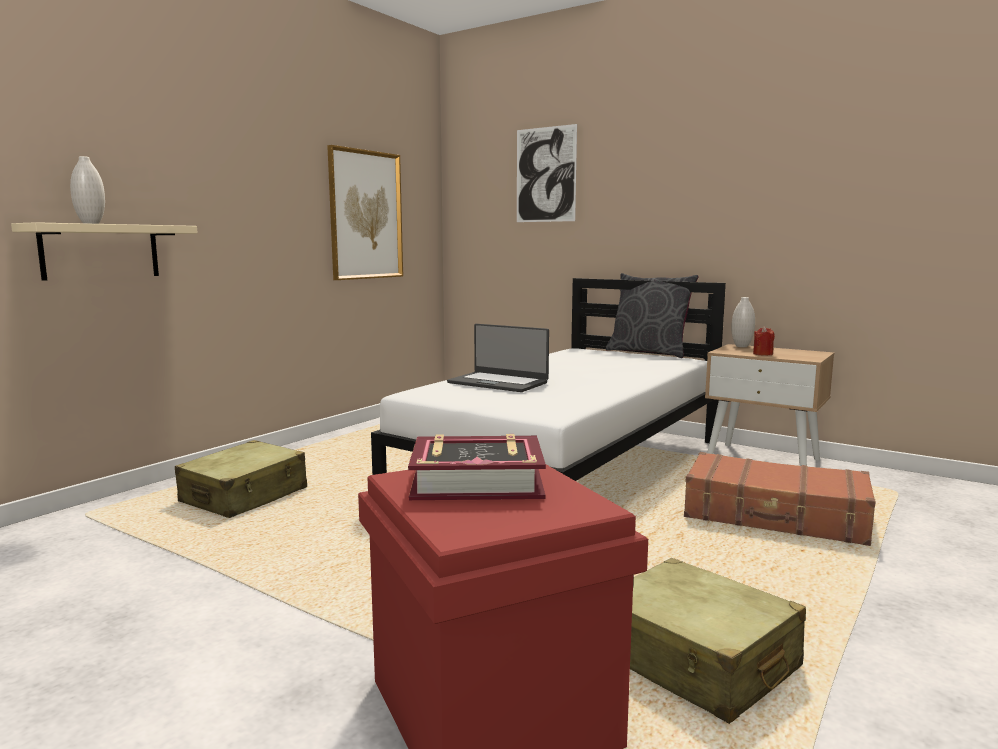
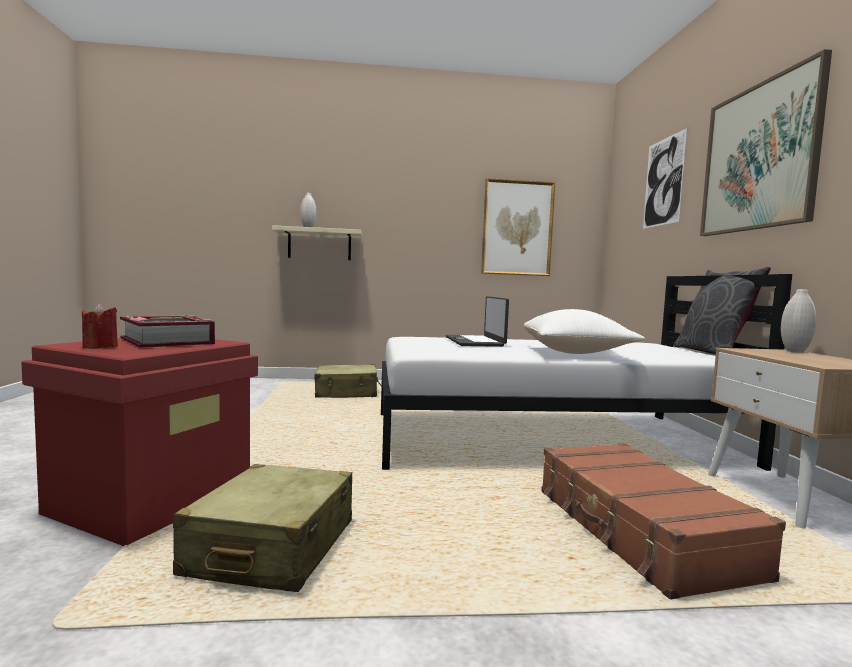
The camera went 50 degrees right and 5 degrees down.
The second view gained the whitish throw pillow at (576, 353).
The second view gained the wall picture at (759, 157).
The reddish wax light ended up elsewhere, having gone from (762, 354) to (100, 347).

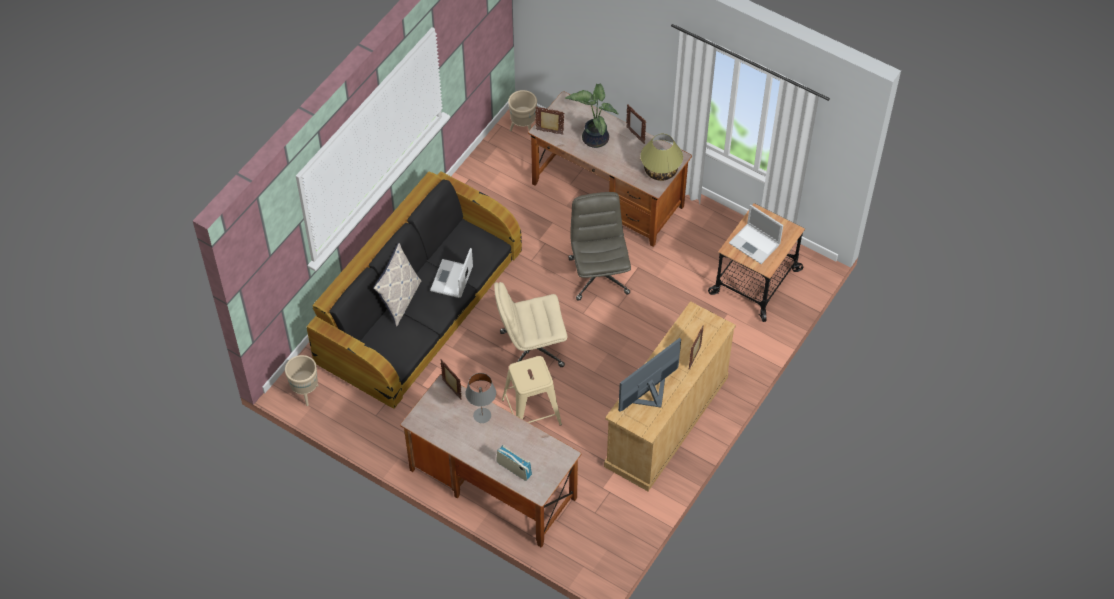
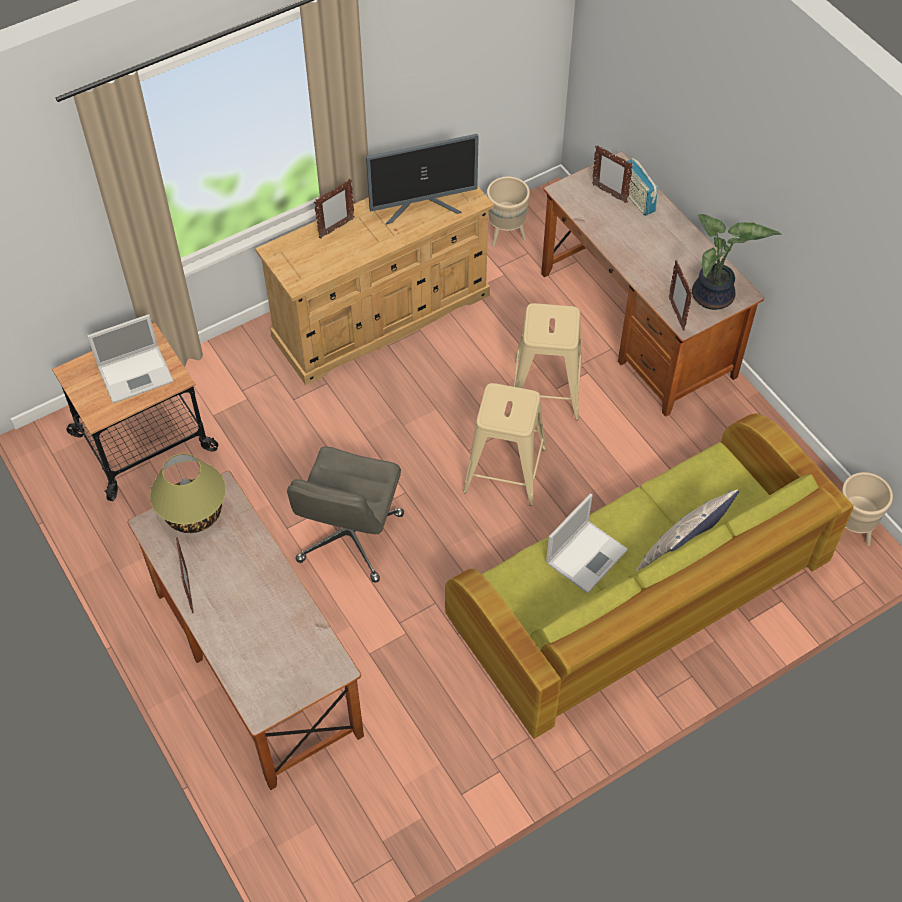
The camera went 155 degrees left and 0 degrees up.
The second view lost the grey tabletop lamp at (481, 415).
The sand-coloured flower pot ended up elsewhere, having gone from (523, 129) to (506, 235).
The photo frame ended up elsewhere, having gone from (549, 132) to (609, 193).
The houseplant ended up elsewhere, having gone from (594, 138) to (714, 298).
Where the sand-coloured computer chair stood at (531, 349), the sand-coloured sitting stool came to stand at (504, 470).
What was the black sofa at (419, 308) turned into the greenish sofa at (639, 594).
The notebook computer at (755, 244) ended up facing another way, 90 degrees clockwise from before.

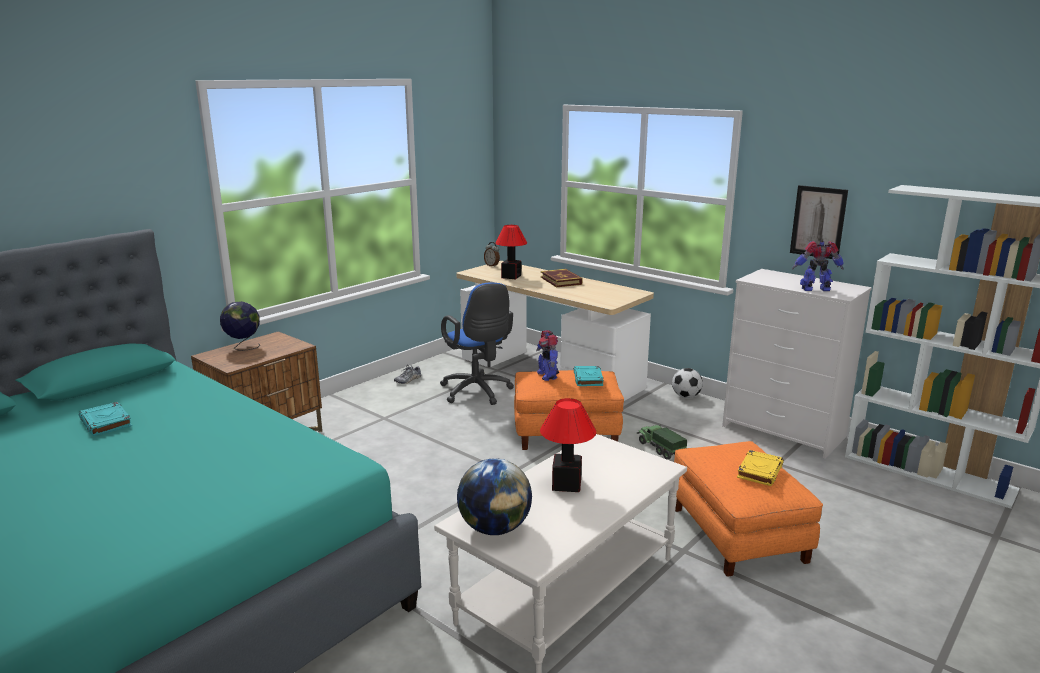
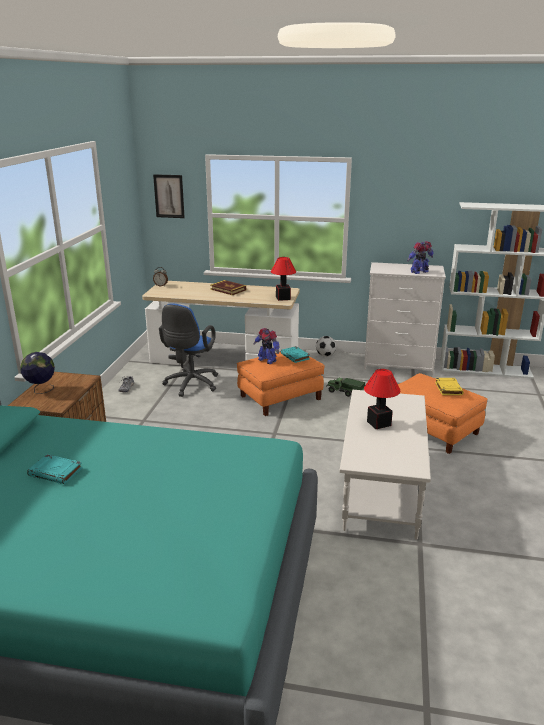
The camera went 30 degrees left and 5 degrees up.
The second view lost the world globe at (495, 528).
The tabletop lamp ended up elsewhere, having gone from (511, 277) to (283, 298).
The wall picture ended up elsewhere, having gone from (818, 222) to (169, 196).
The blue computer chair at (477, 393) ended up facing another way, 75 degrees clockwise from before.

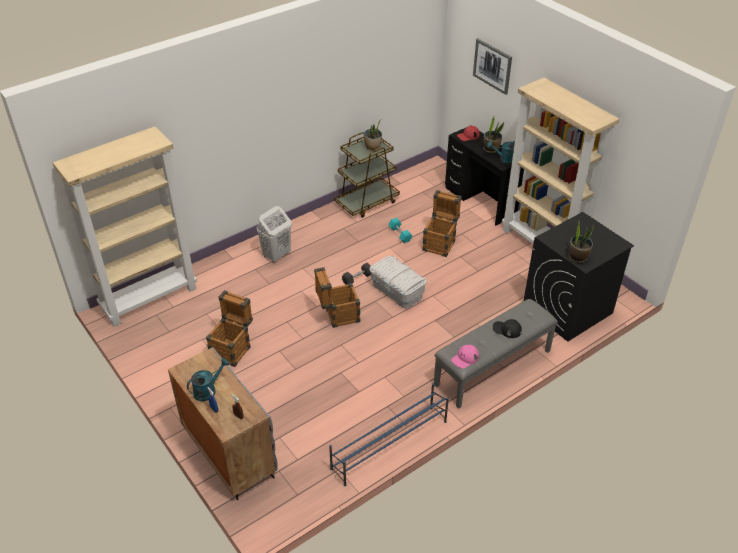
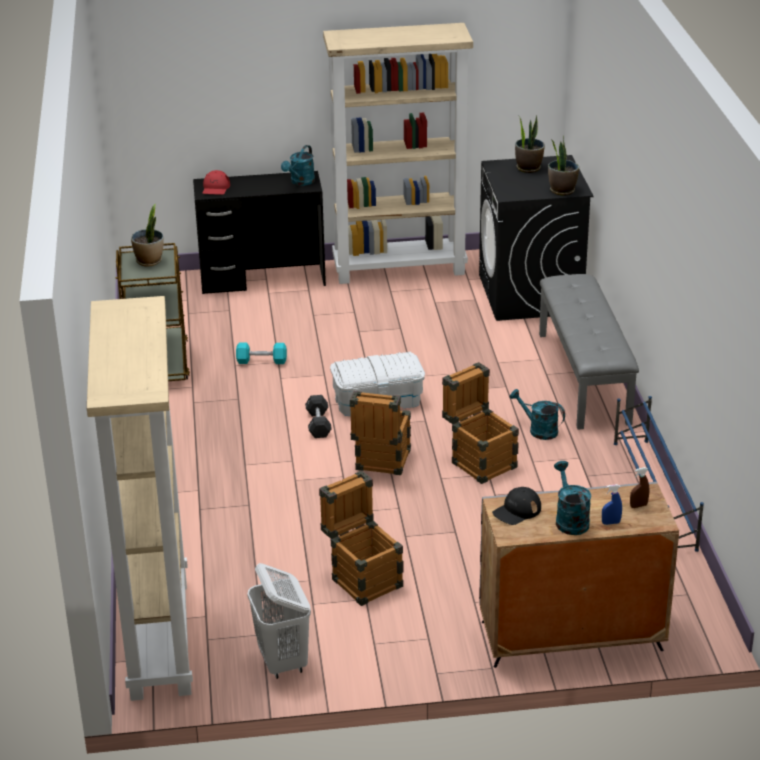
The camera went 60 degrees left and 10 degrees down.
The second view lost the pinkish peaked cap at (465, 358).
The second view lost the wall picture at (492, 66).
The second view gained the blue-green sprinkling can at (538, 430).
The whitish laundry basket ended up elsewhere, having gone from (276, 255) to (283, 662).
The packing crate ended up elsewhere, having gone from (440, 243) to (479, 461).
The houseplant ended up elsewhere, having gone from (491, 149) to (528, 168).
The black peaked cap ended up elsewhere, having gone from (507, 329) to (517, 511).

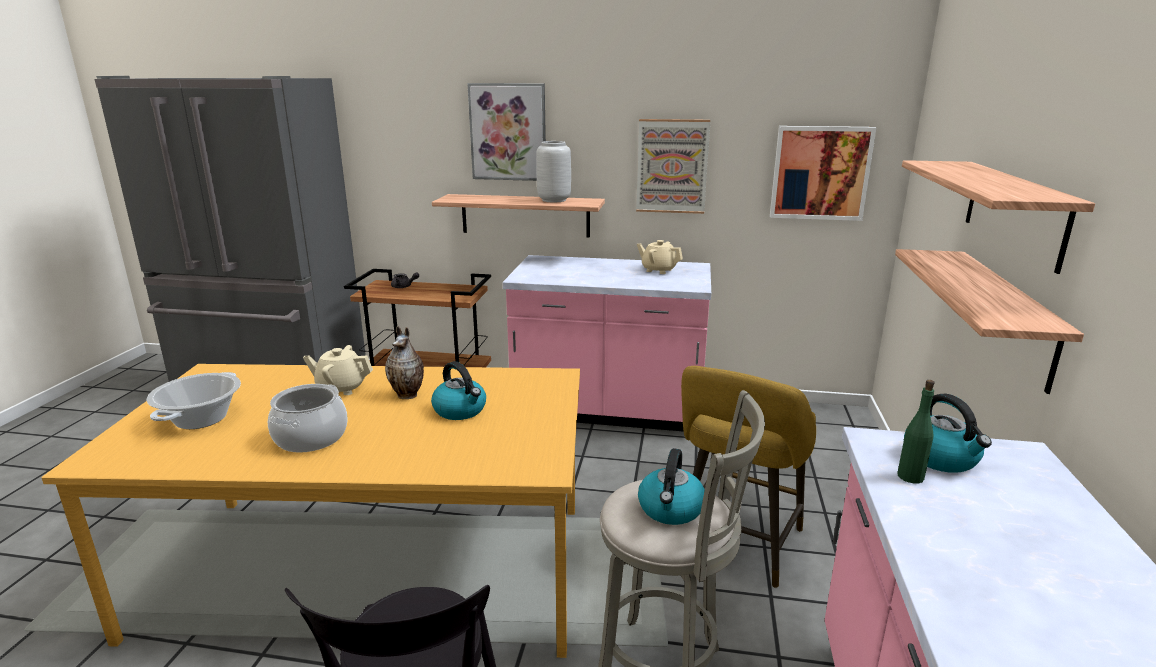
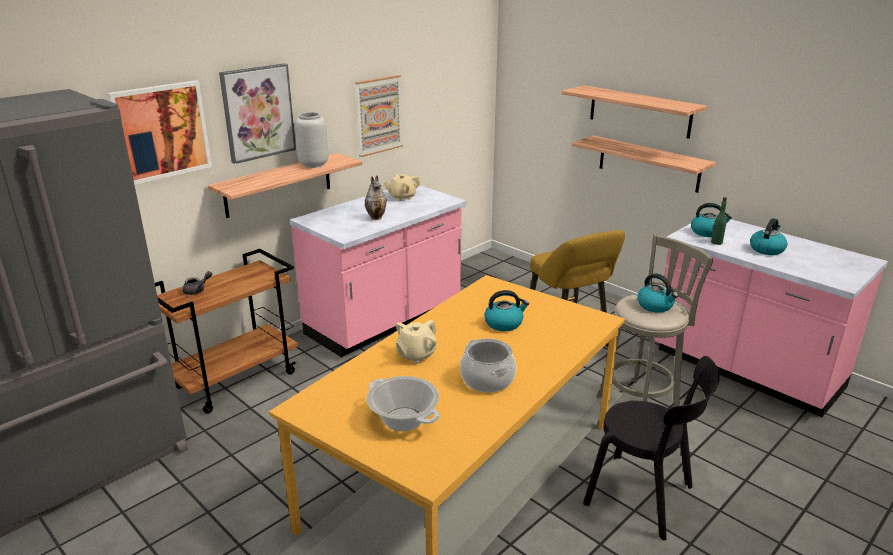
The camera went 55 degrees left and 5 degrees up.
The second view gained the water kettle at (766, 249).
The decorative vase ended up elsewhere, having gone from (408, 395) to (376, 217).
The wall picture ended up elsewhere, having gone from (820, 173) to (161, 131).

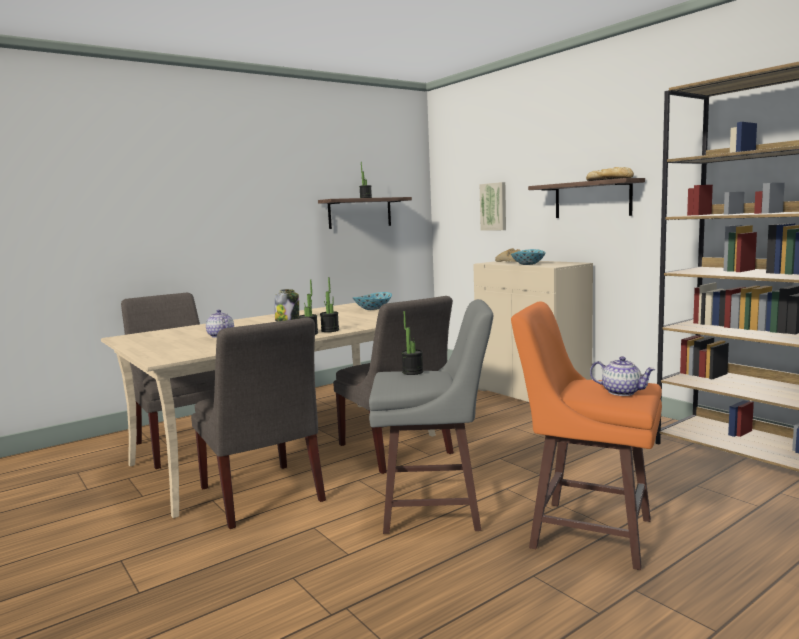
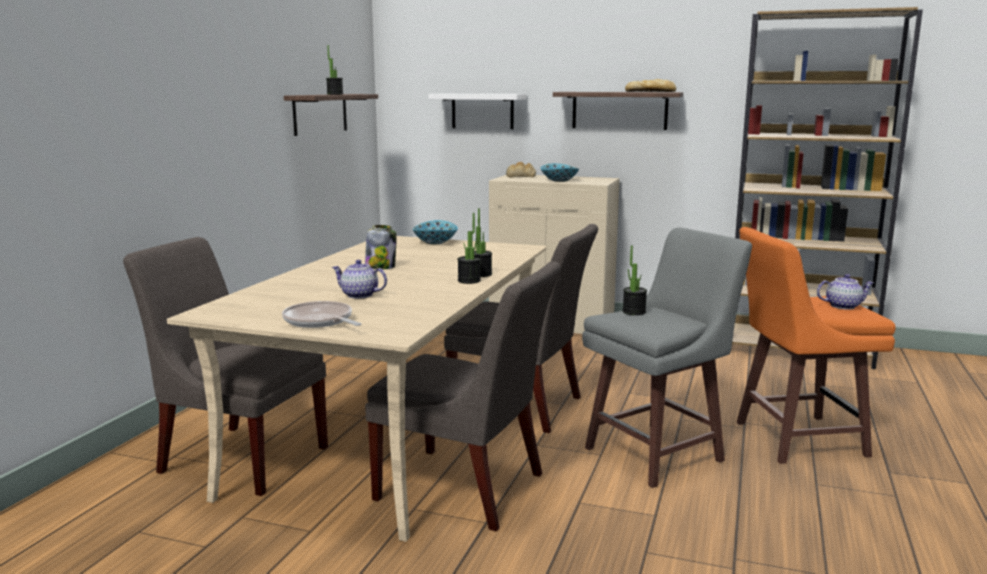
The camera went 35 degrees left and 5 degrees up.
The second view gained the frying pan at (320, 321).
Where the wall picture hung at (494, 206), the whitish wall shelf came to hang at (482, 111).

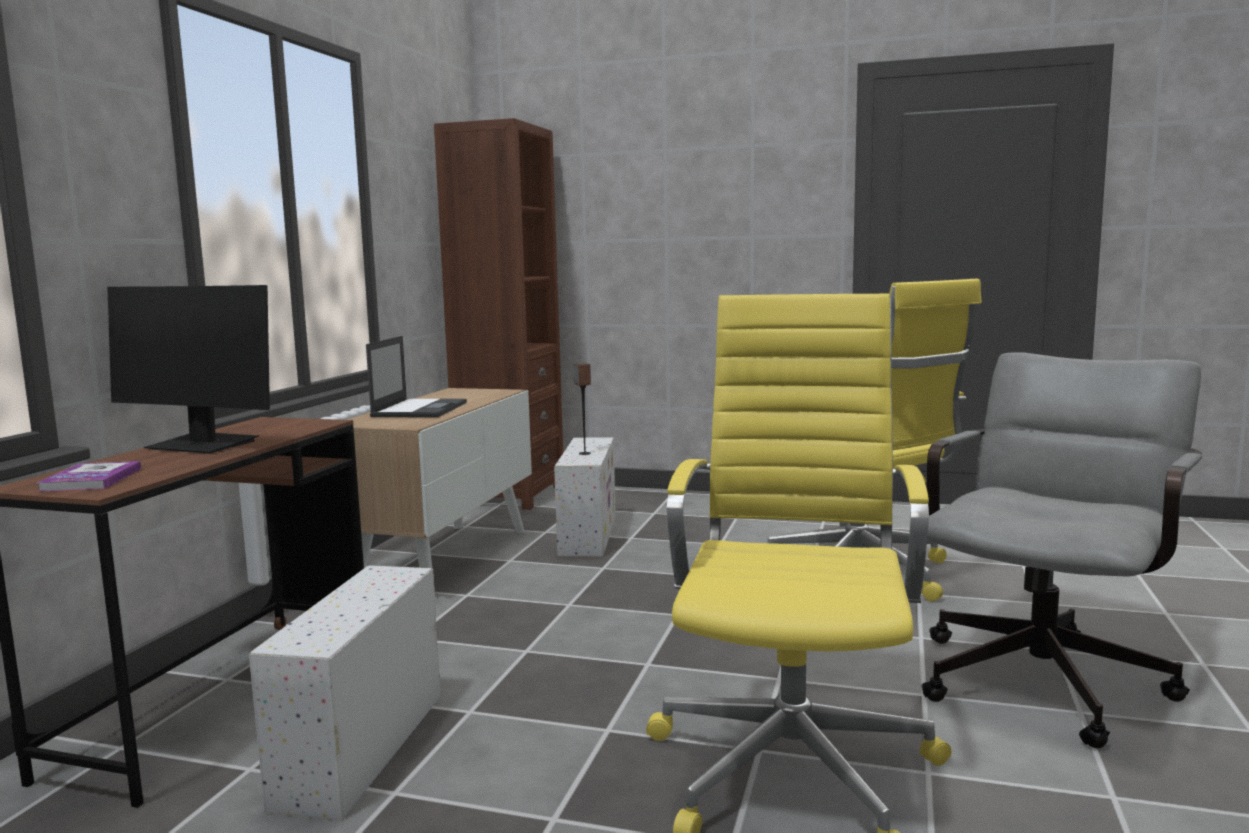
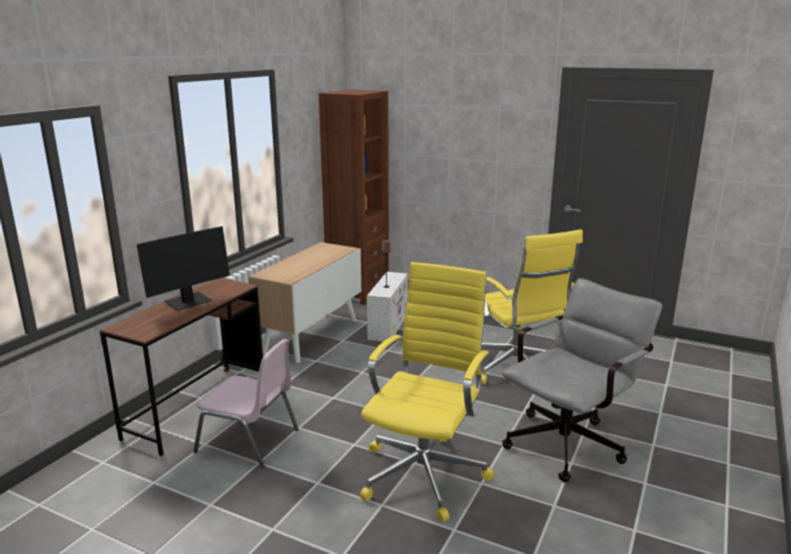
The camera went 10 degrees right and 10 degrees up.
The second view lost the book at (91, 479).
The second view lost the notebook computer at (420, 409).
Where the whitish storage container stood at (361, 750), the pinkish chair came to stand at (249, 441).
The monitor at (203, 445) ended up facing another way, 75 degrees counterclockwise from before.

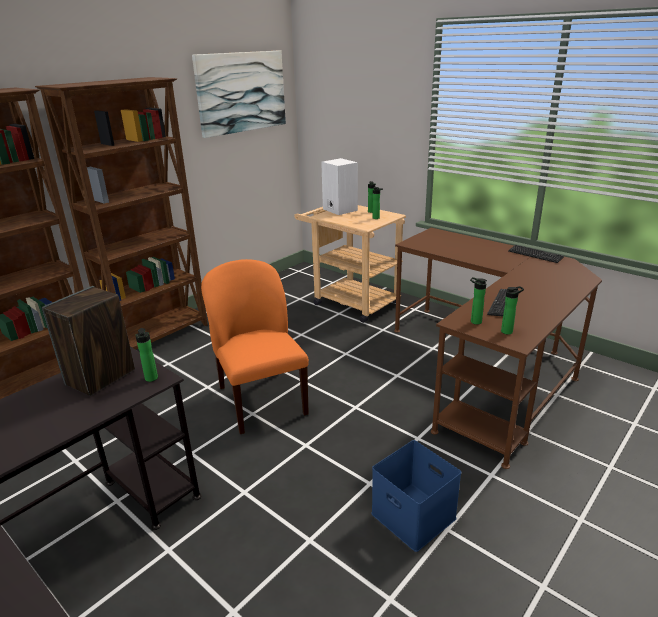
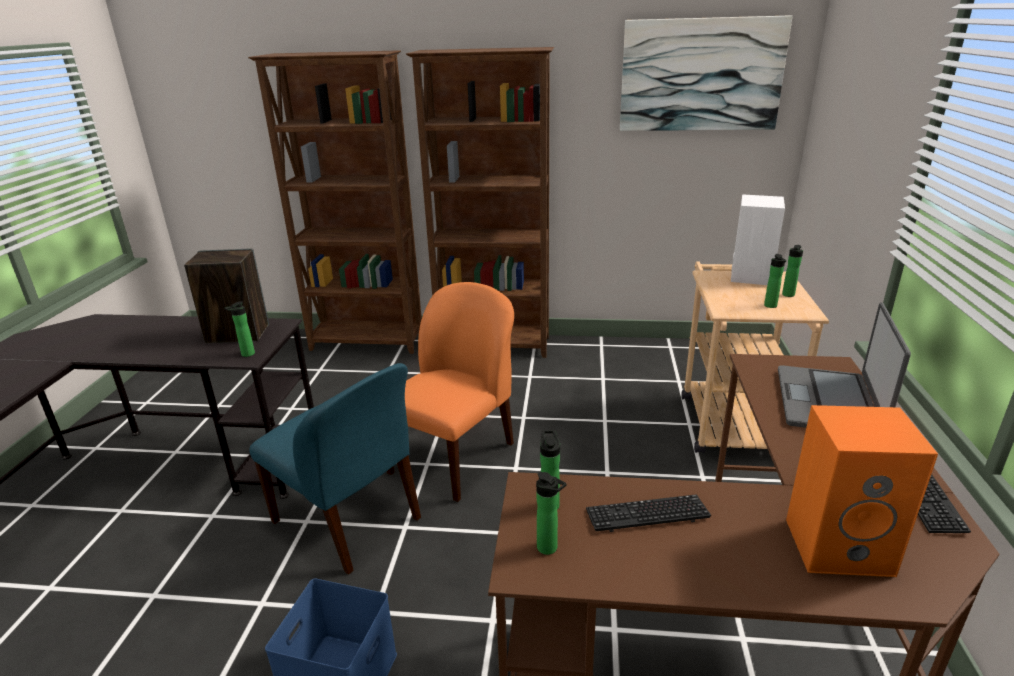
The camera went 55 degrees right and 0 degrees up.
The second view gained the blue chair at (349, 521).
The second view gained the notebook computer at (829, 402).
The second view gained the orange-coloured speaker at (840, 545).

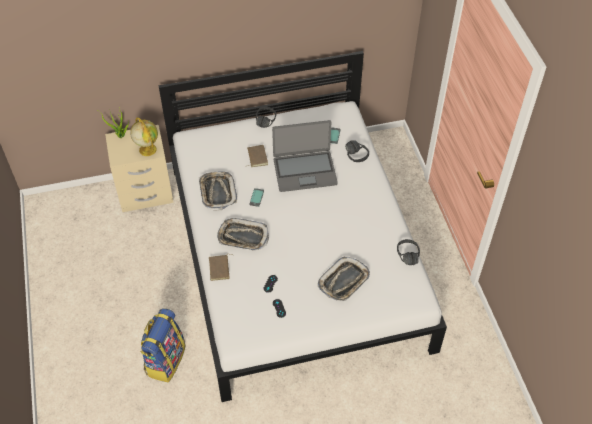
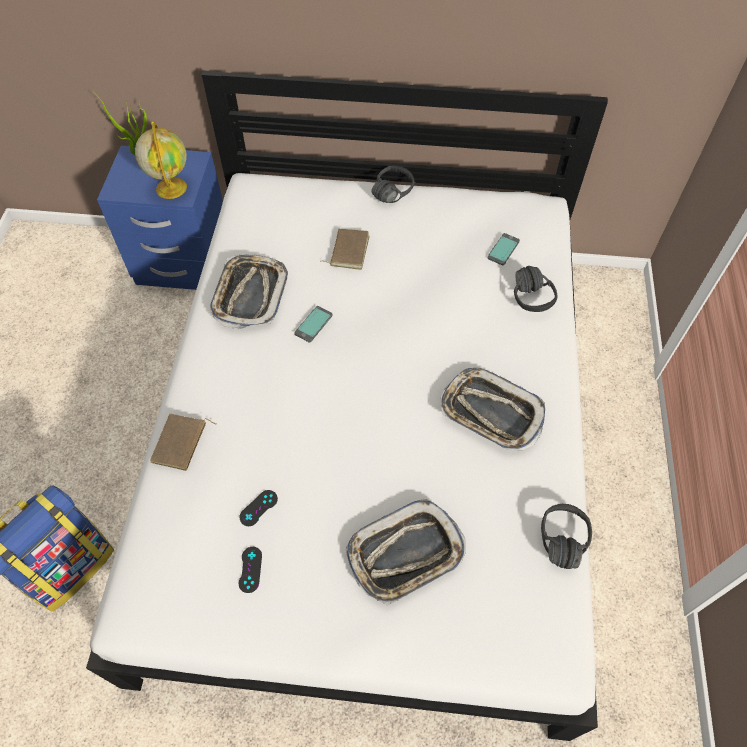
The camera went 20 degrees right and 5 degrees up.
The second view lost the notebook computer at (304, 171).
The serving tray ended up elsewhere, having gone from (243, 237) to (491, 413).
What was the sand-coloured nightstand at (145, 192) turned into the blue nightstand at (184, 263).

